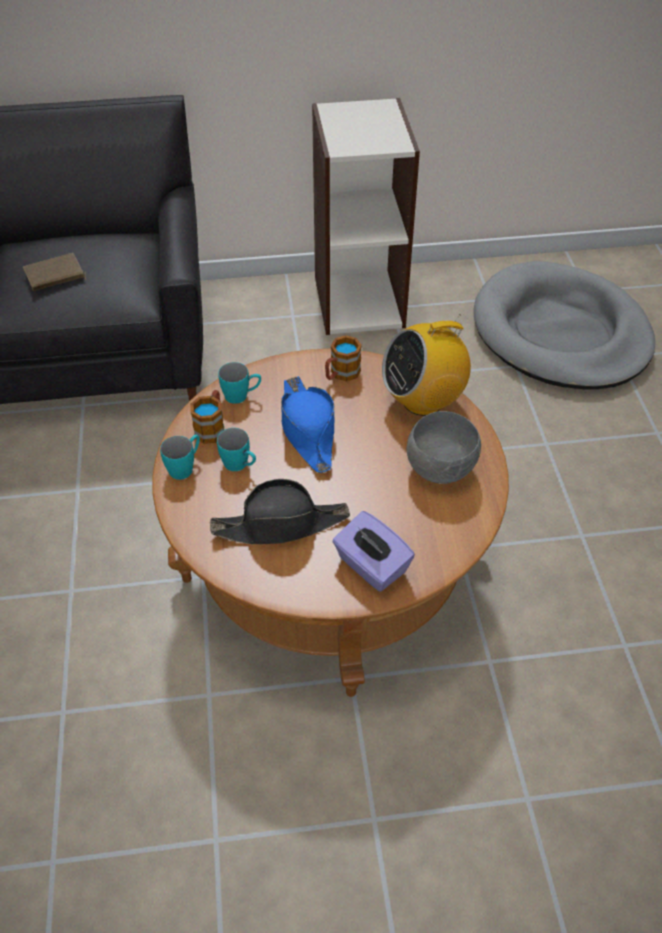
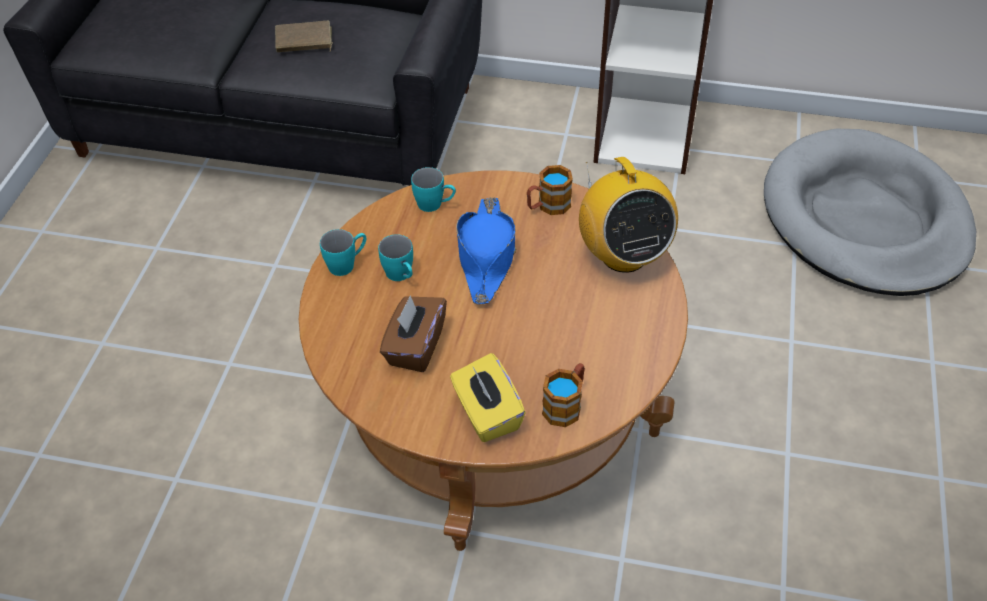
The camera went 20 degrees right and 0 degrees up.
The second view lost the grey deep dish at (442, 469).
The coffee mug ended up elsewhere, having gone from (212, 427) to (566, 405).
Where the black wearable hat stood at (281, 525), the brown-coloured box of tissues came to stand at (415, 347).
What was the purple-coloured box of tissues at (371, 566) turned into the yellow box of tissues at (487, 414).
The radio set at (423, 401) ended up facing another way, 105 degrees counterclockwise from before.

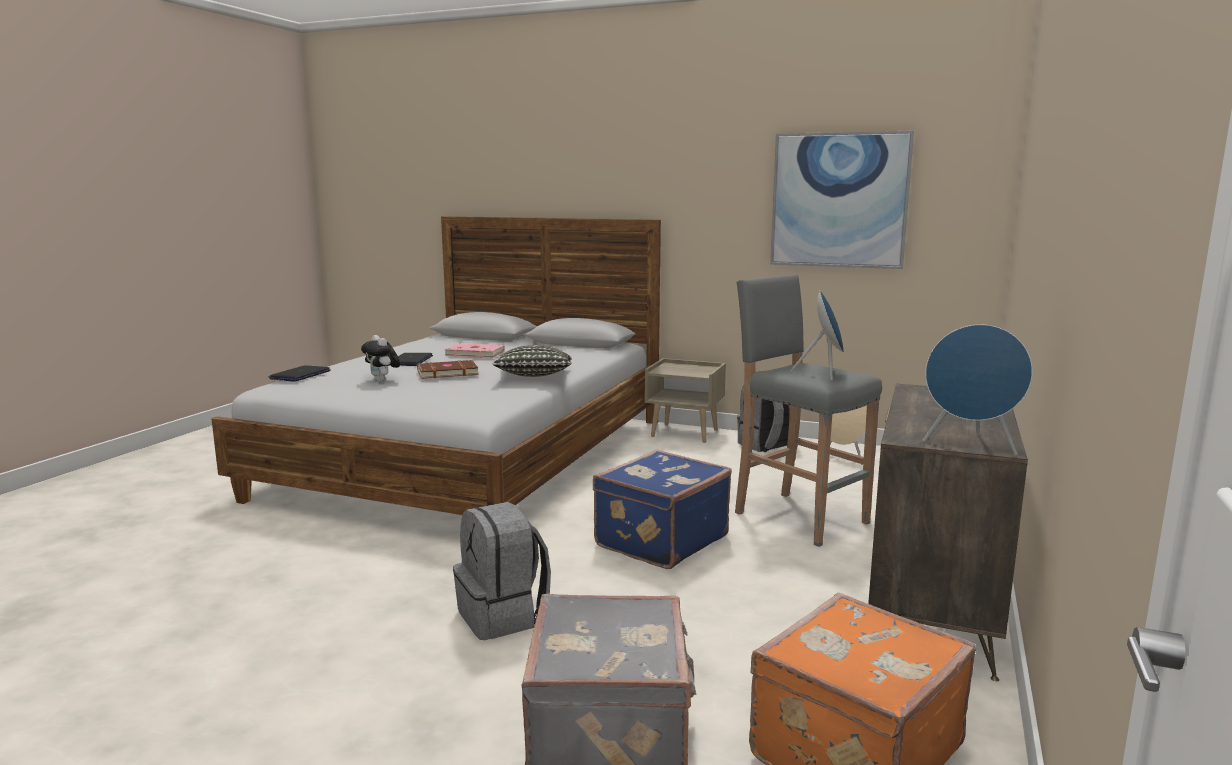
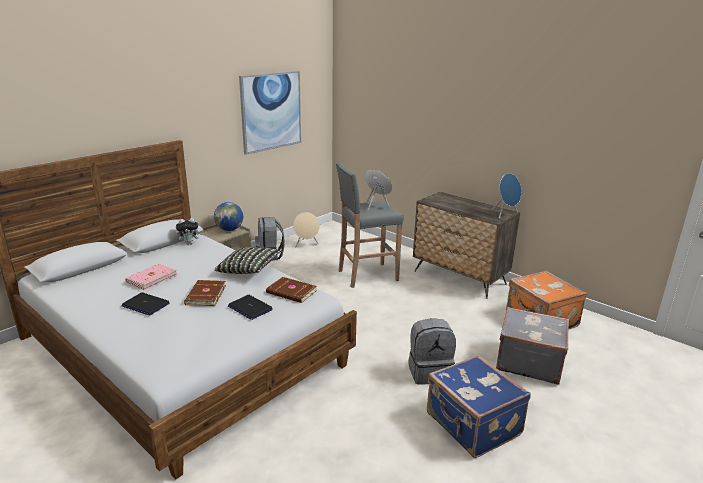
The camera went 70 degrees left and 10 degrees up.
The second view gained the world globe at (229, 229).
The second view gained the brown-coloured book at (291, 292).
The notebook computer ended up elsewhere, having gone from (300, 375) to (250, 308).
The cuddly toy ended up elsewhere, having gone from (383, 381) to (190, 243).
The blue suitcase ended up elsewhere, having gone from (659, 540) to (472, 425).

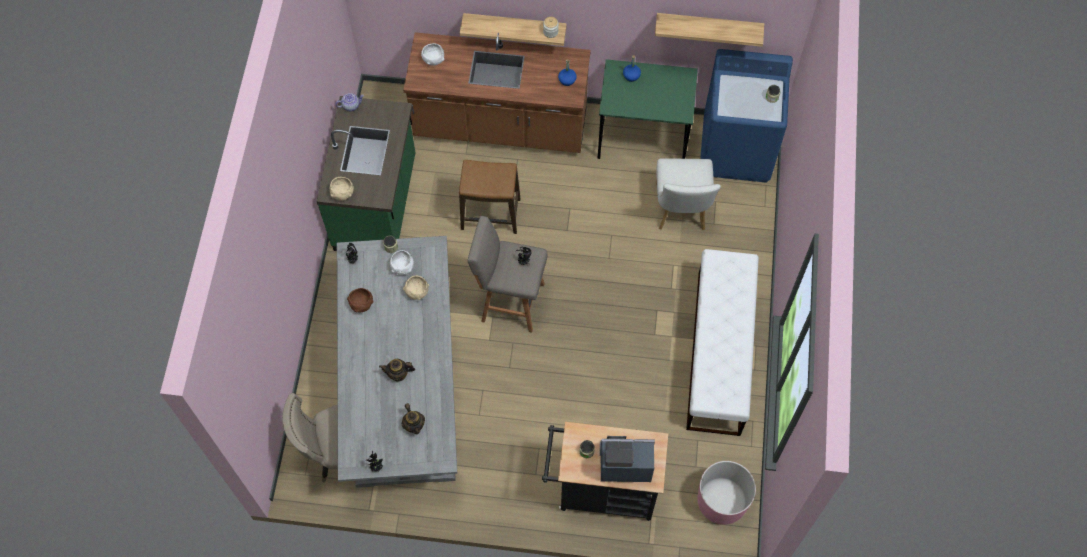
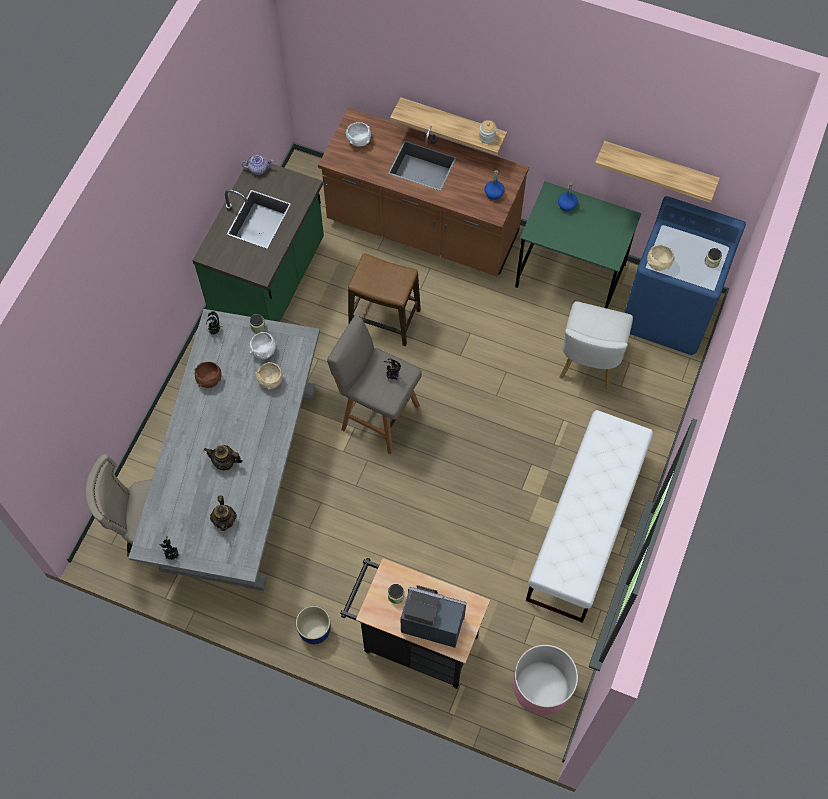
The camera went 15 degrees right and 0 degrees up.
The second view gained the blue flower pot at (314, 631).
The sand-coloured deep dish ended up elsewhere, having gone from (343, 194) to (658, 264).

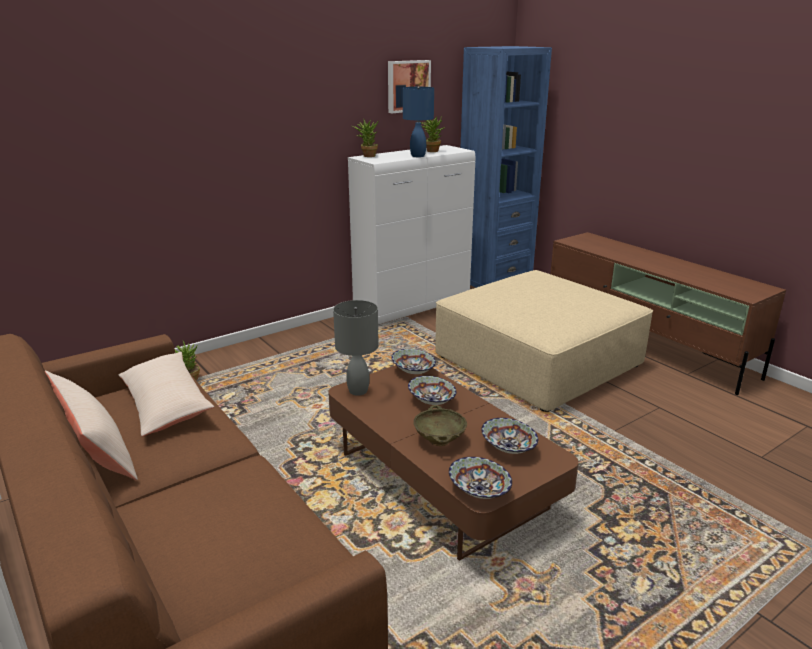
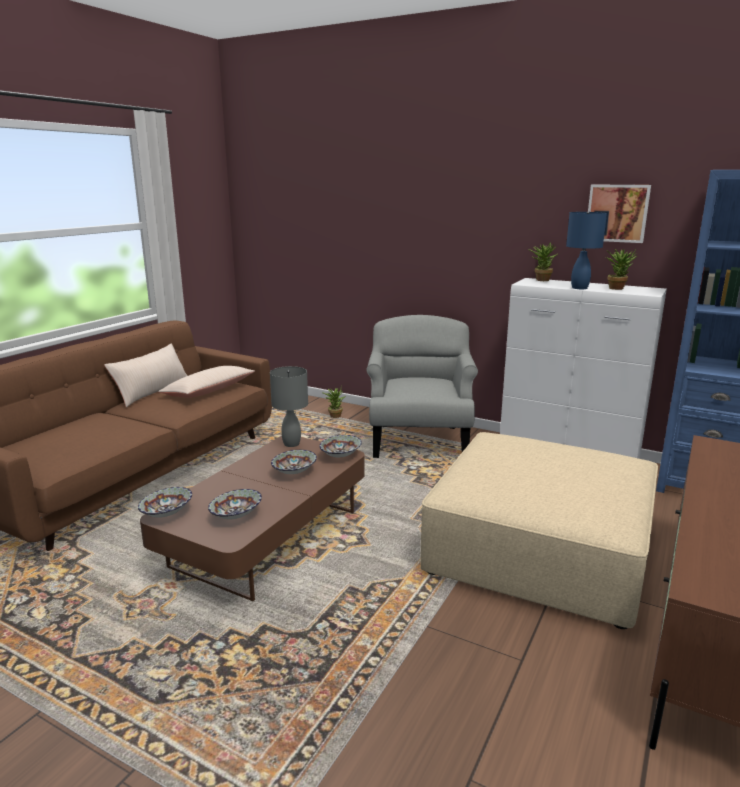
The camera went 65 degrees right and 5 degrees down.
The second view lost the sand-coloured deep dish at (439, 440).
The second view gained the grey easy chair at (419, 440).

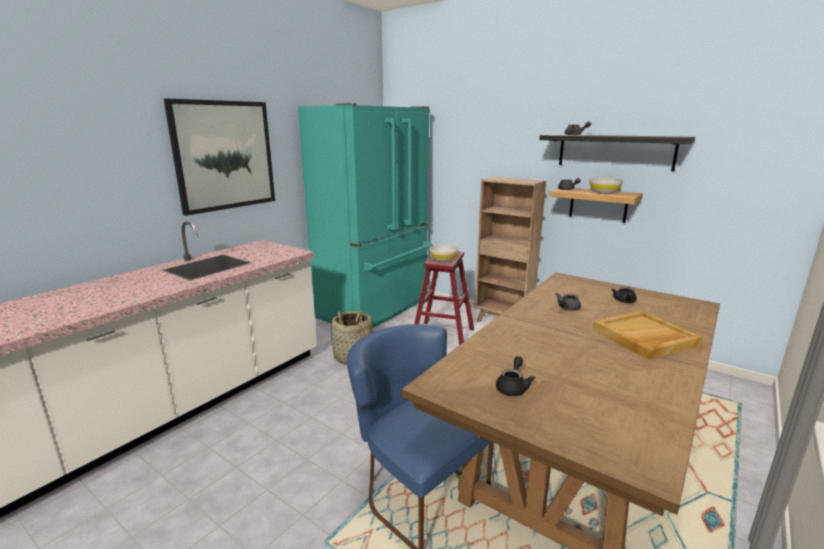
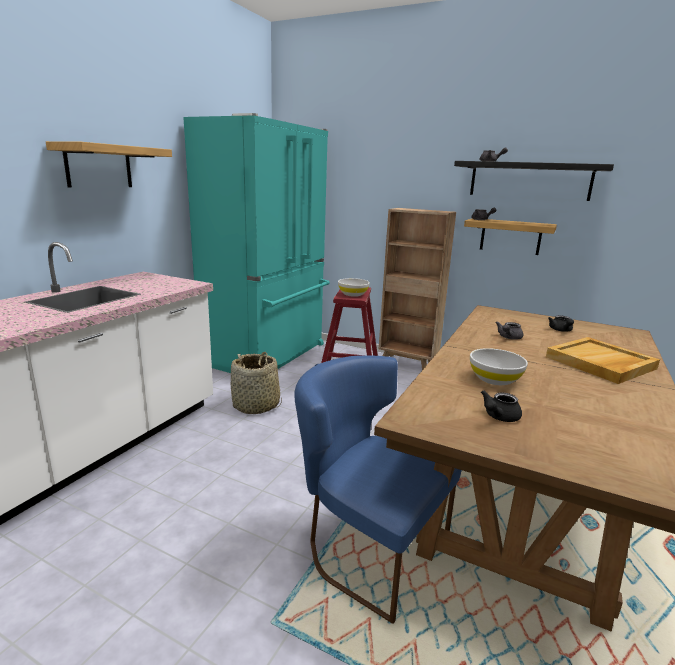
The camera went 10 degrees left and 0 degrees up.
The whitish deep dish ended up elsewhere, having gone from (604, 192) to (494, 379).
Where the wall picture hung at (224, 155), the wall shelf came to hang at (99, 166).
The black teapot at (513, 387) ended up facing another way, 150 degrees counterclockwise from before.

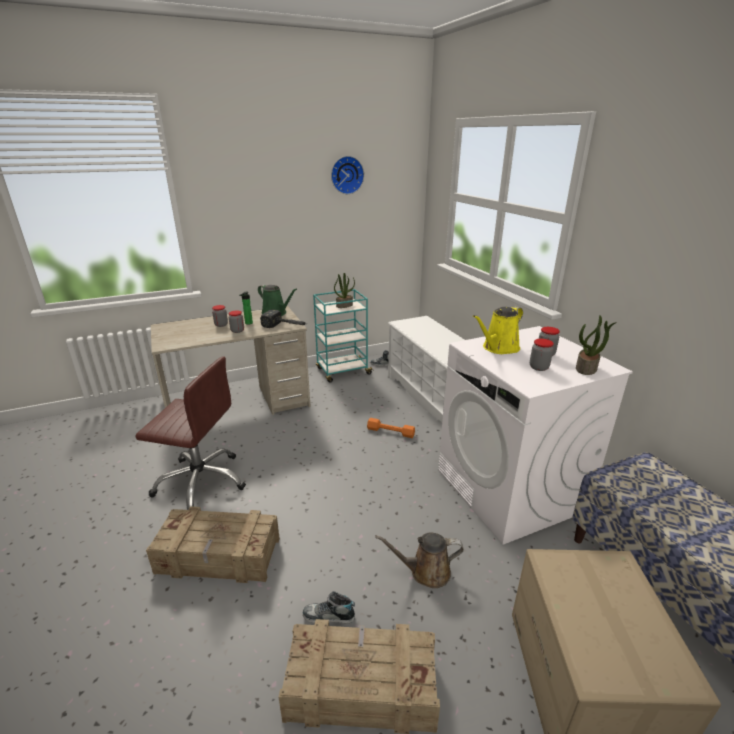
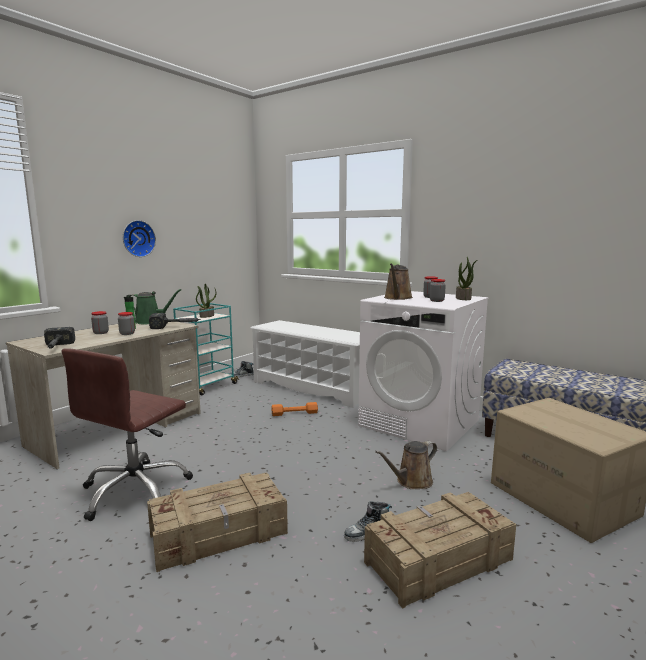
The camera went 30 degrees left and 15 degrees down.
The second view gained the hammer at (56, 348).
The clock on the wall ended up elsewhere, having gone from (346, 175) to (137, 238).
What was the yellow sprinkling can at (498, 348) turned into the brown-coloured sprinkling can at (397, 298).
The brown-coloured computer chair at (201, 482) ended up facing another way, 135 degrees clockwise from before.

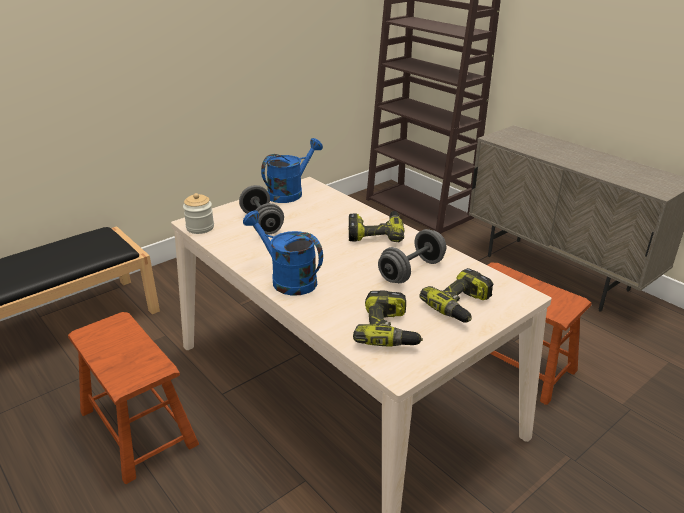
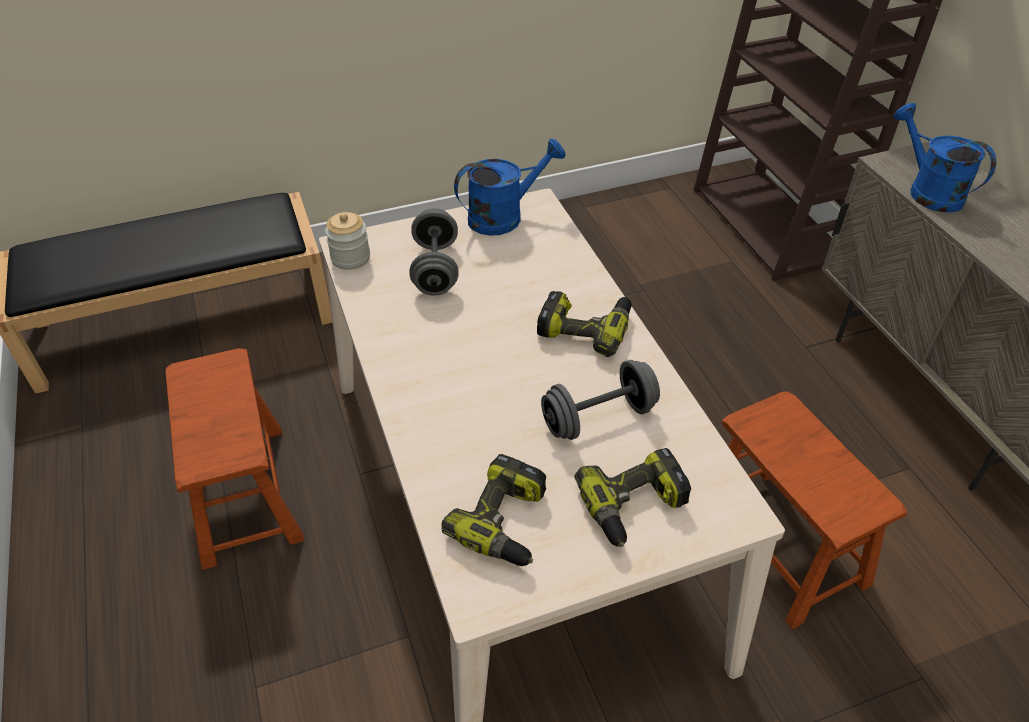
The camera went 20 degrees right and 15 degrees up.
The blue sprinkling can ended up elsewhere, having gone from (287, 279) to (927, 191).

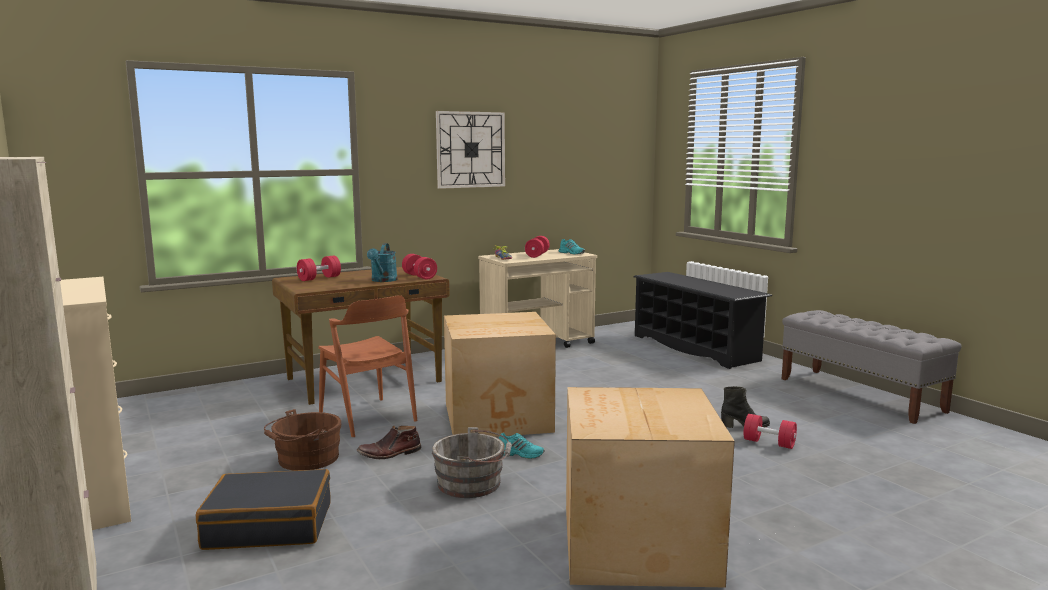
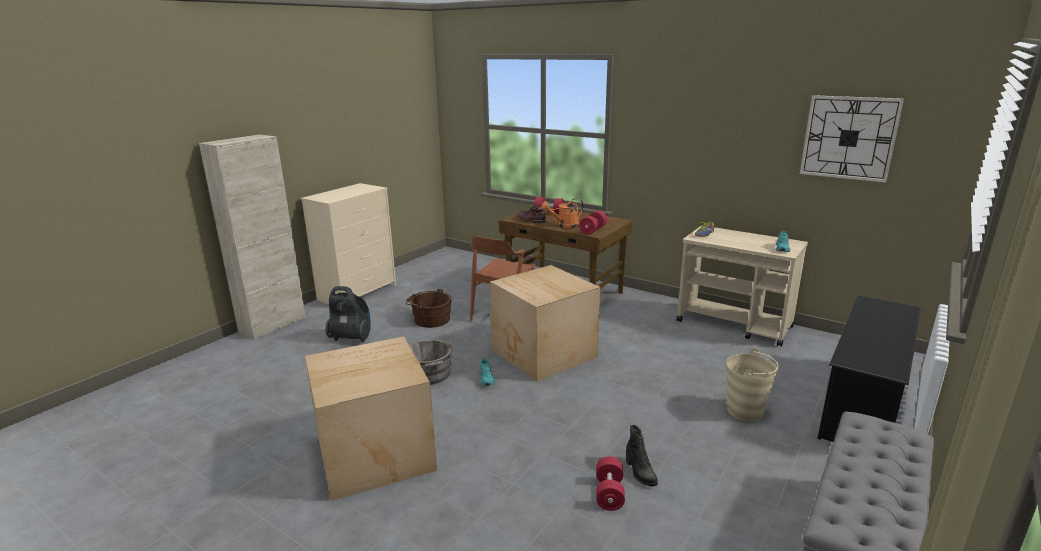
The camera went 65 degrees right and 10 degrees up.
The second view lost the reddish dumbbell at (537, 255).
The second view gained the sand-coloured bucket at (745, 411).
The brown-coloured tall boot ended up elsewhere, having gone from (389, 453) to (530, 220).
The clock on the wall ended up elsewhere, having gone from (470, 149) to (849, 138).
Where the black suitcase stood at (269, 525), the hoover came to stand at (351, 338).
What was the blue-green sprinkling can at (383, 280) turned into the orange-coloured sprinkling can at (564, 226).

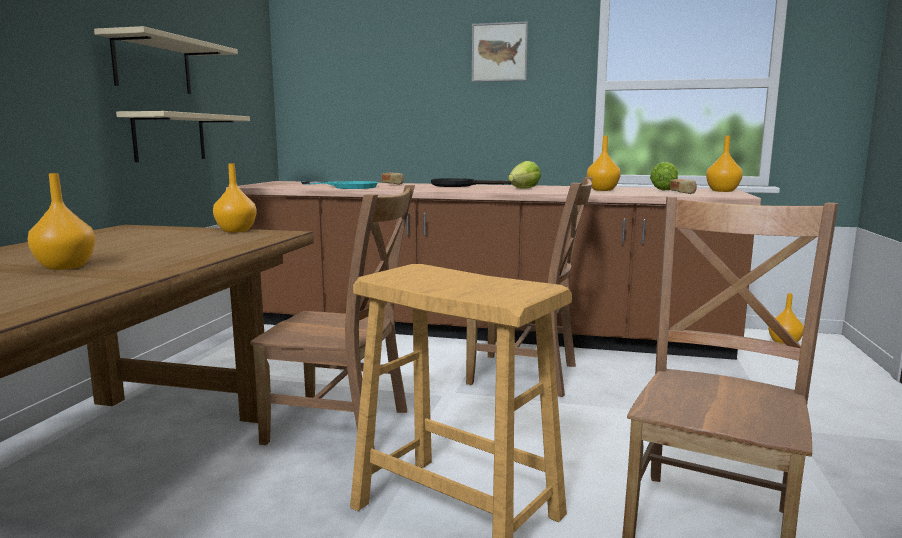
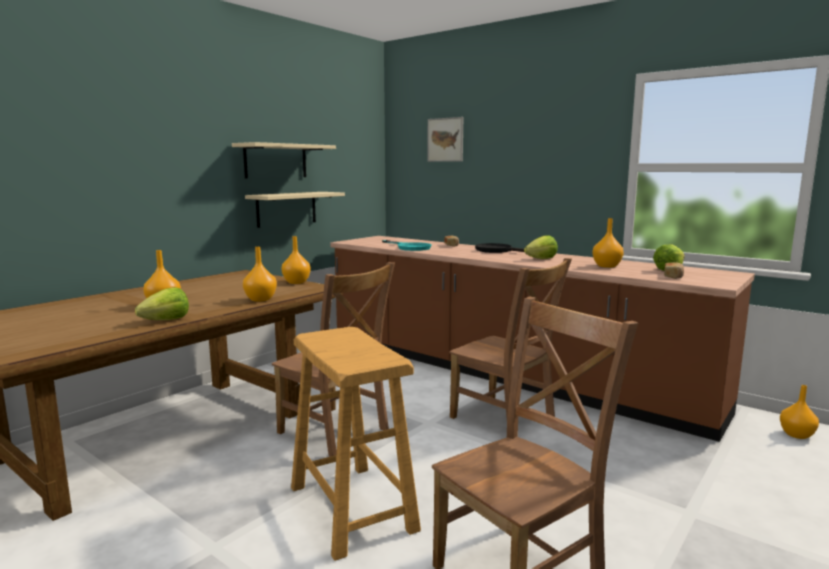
The camera went 25 degrees right and 0 degrees up.
The second view gained the head of lettuce at (166, 320).
The wall picture ended up elsewhere, having gone from (499, 52) to (445, 139).
The orange-coloured decorative vase ended up elsewhere, having gone from (723, 191) to (260, 299).

